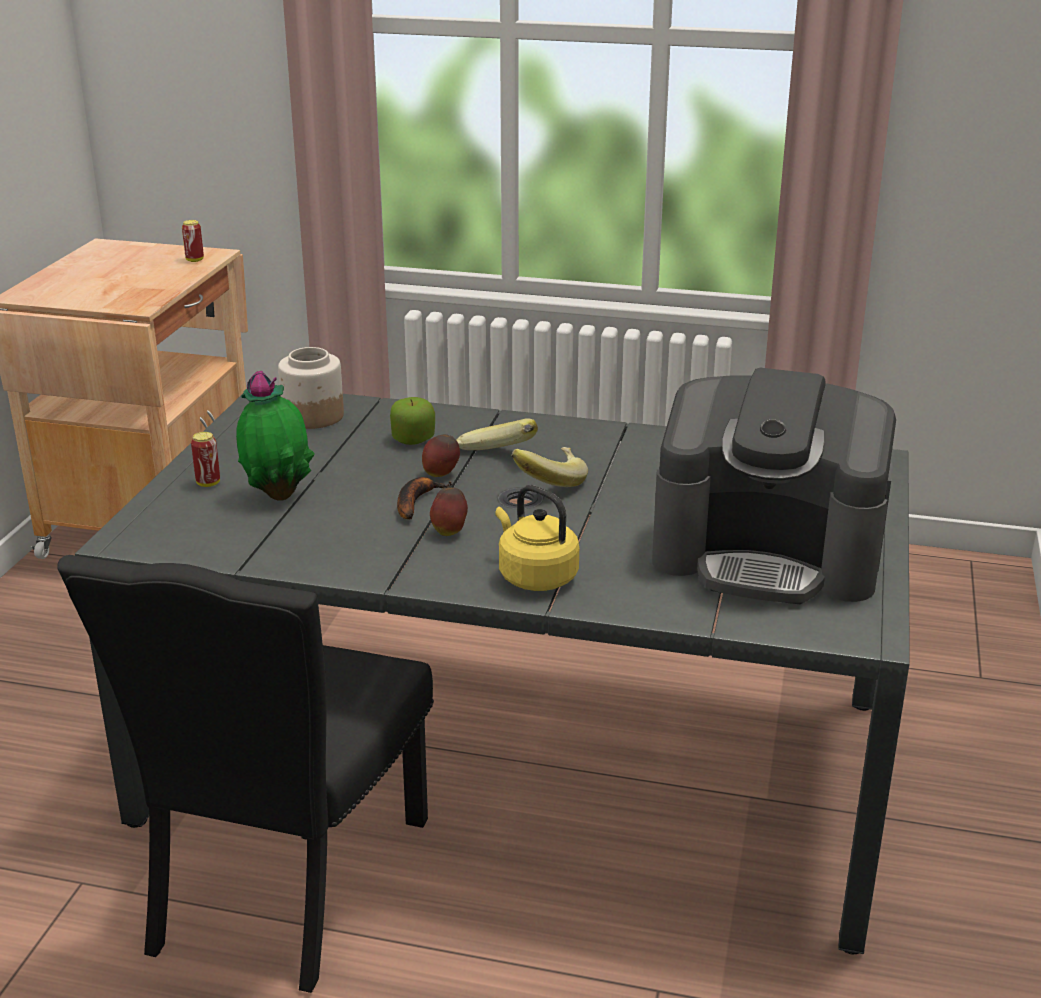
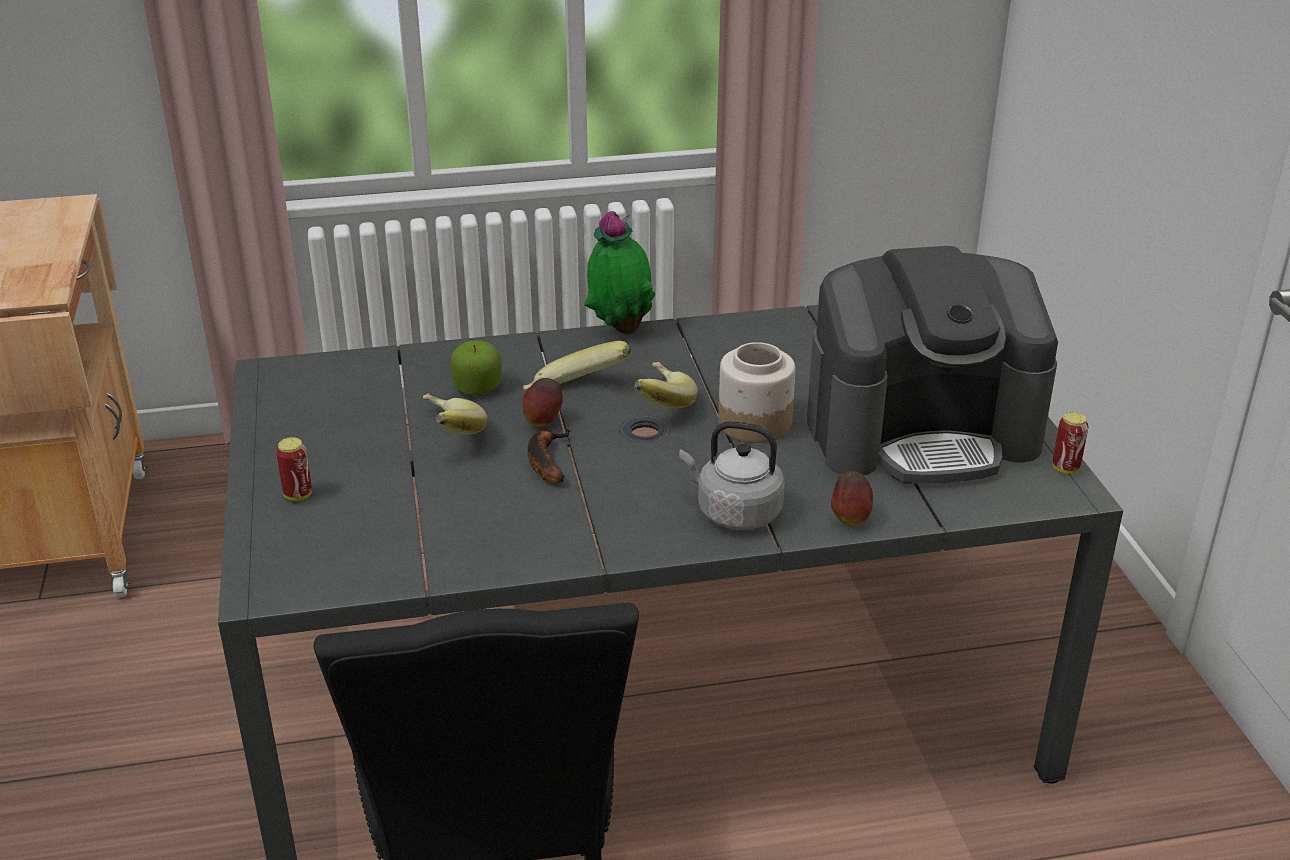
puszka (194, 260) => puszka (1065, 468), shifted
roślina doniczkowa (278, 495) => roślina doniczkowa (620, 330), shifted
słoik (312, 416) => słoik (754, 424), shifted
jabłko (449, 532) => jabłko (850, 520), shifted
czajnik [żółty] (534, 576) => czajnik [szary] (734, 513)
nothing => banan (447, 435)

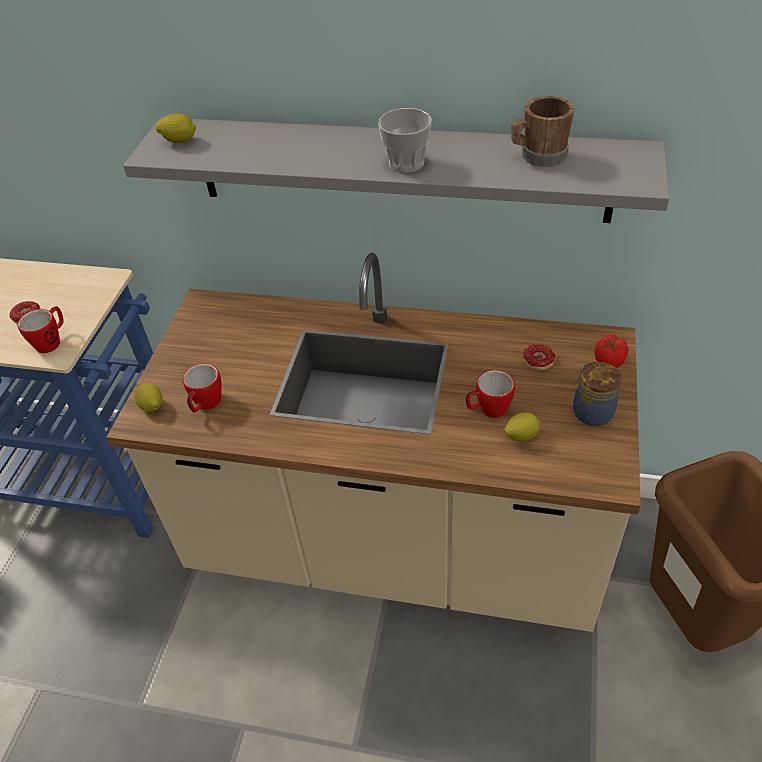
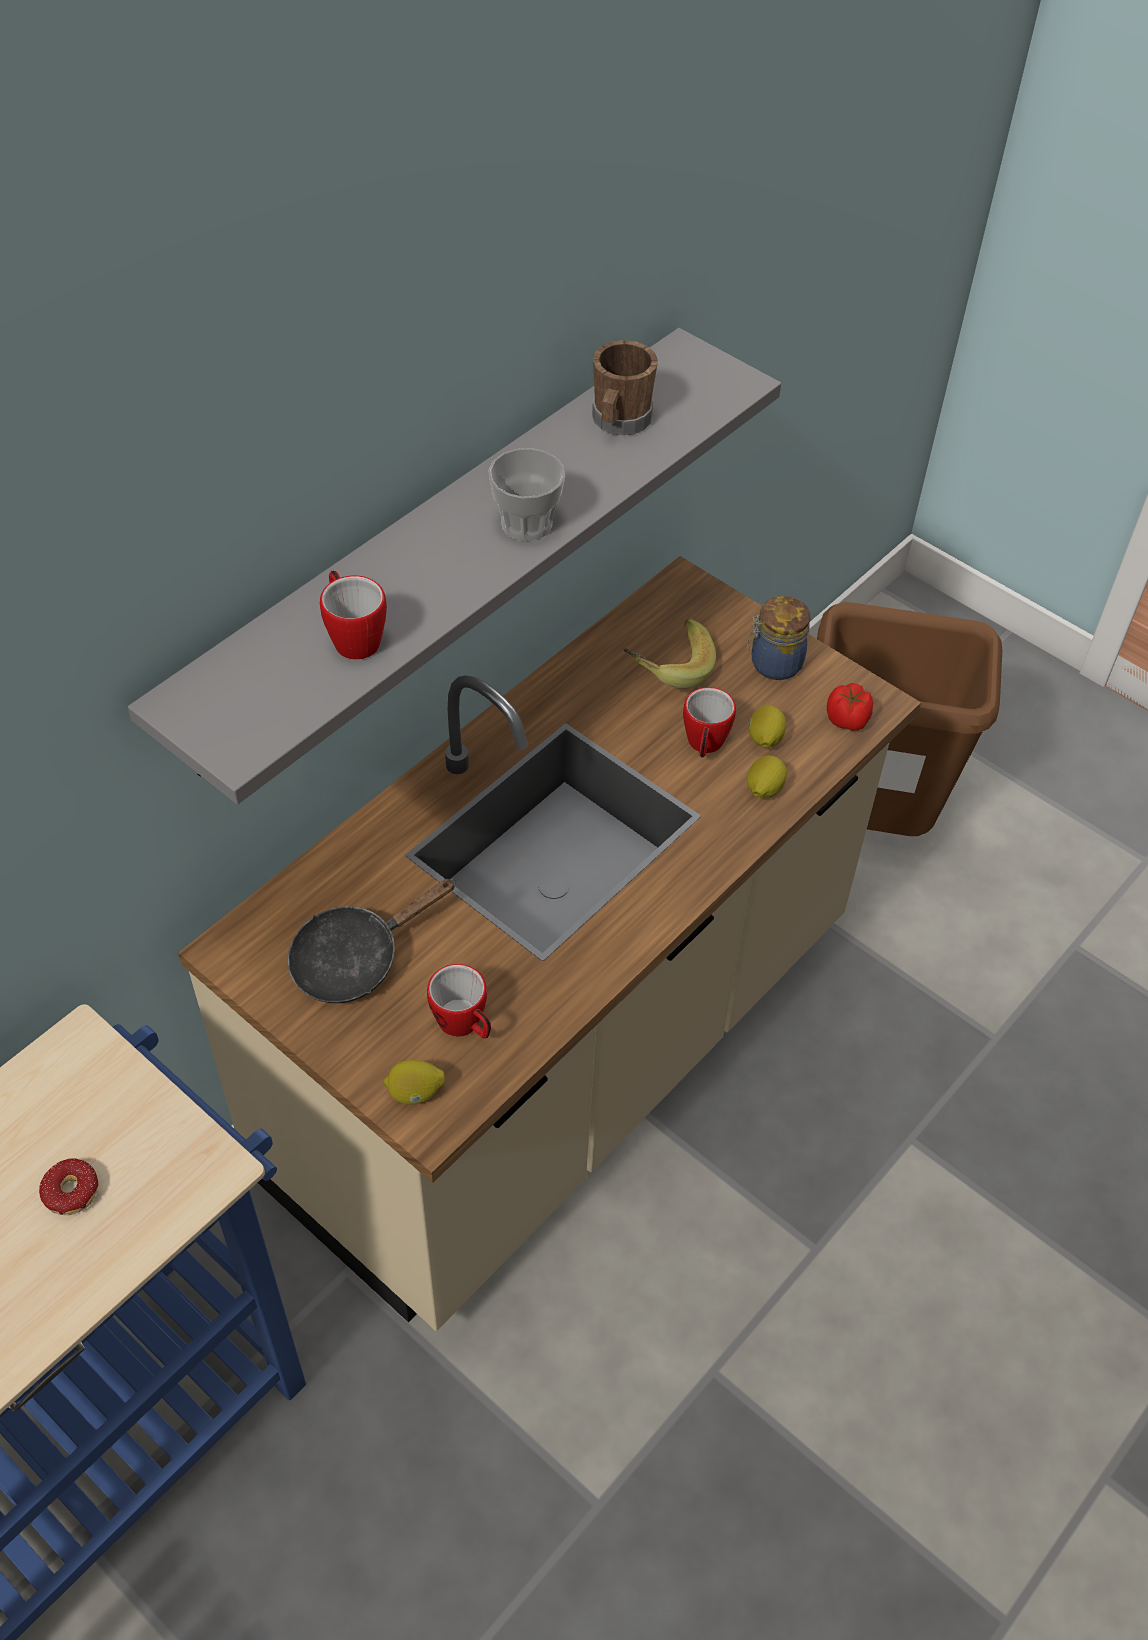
kubek (52, 341) => kubek (353, 636), shifted
cytryna (180, 141) => cytryna (763, 789), shifted
donut (535, 364) => banan (666, 667)
pomidor (608, 361) => pomidor (847, 720), shifted
nothing => patelnia [czarny] (355, 959)

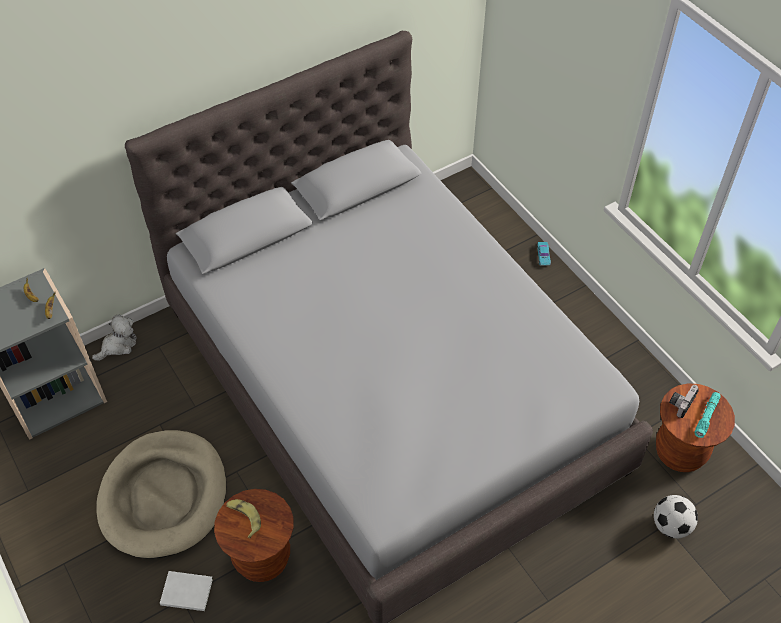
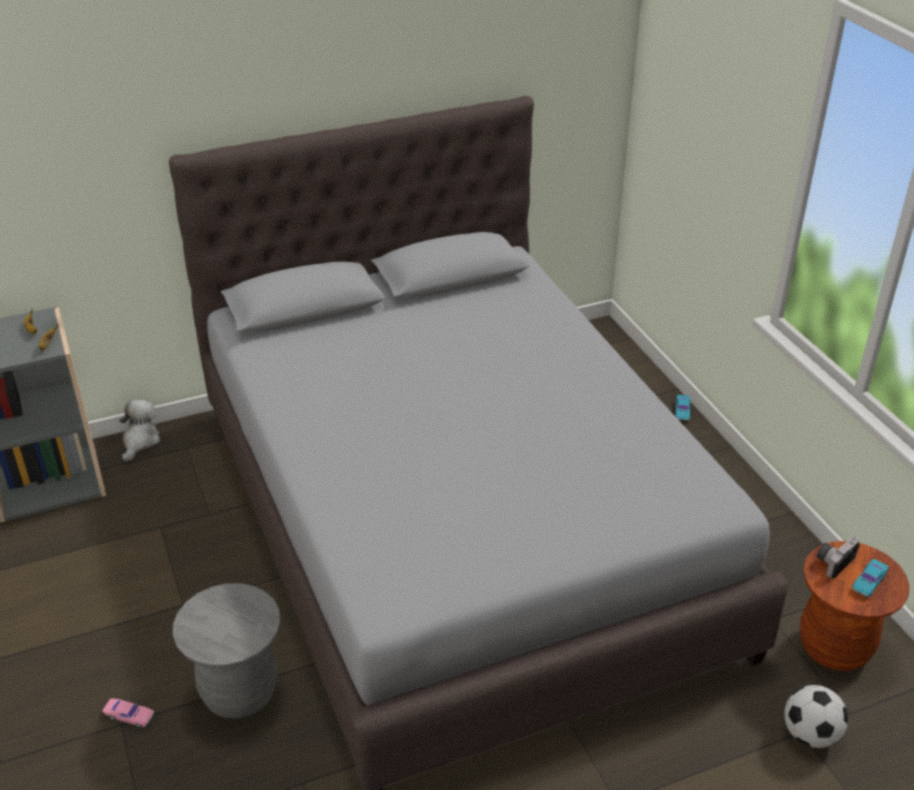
pluszak (118, 345) => pluszak (140, 441), 45 degrees counterclockwise
legowisko [beżowy] (164, 496) => nothing
książka [biały] (185, 591) => samochodzik [różowy] (129, 715)
stołek [brązowy] (262, 558) => stołek [szary] (239, 692)
banan (244, 518) => nothing
latarka [turkusowy] (706, 417) => samochodzik [turkusowy] (869, 581)

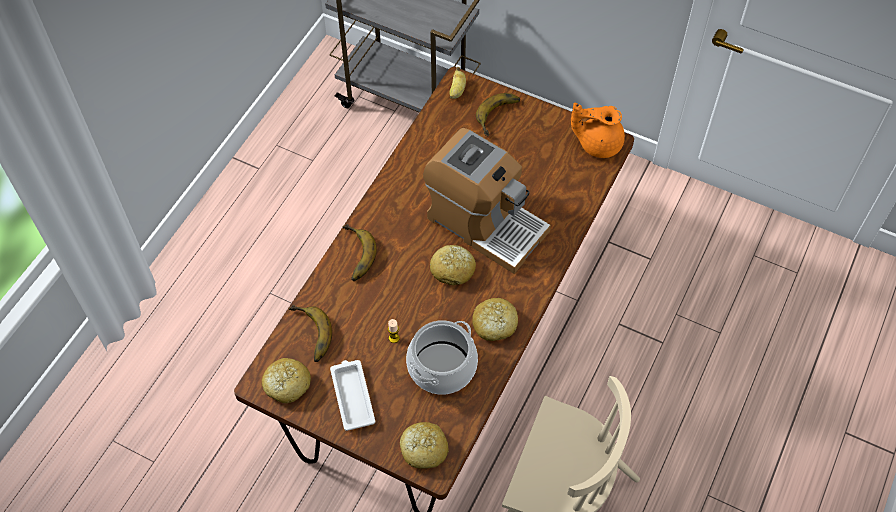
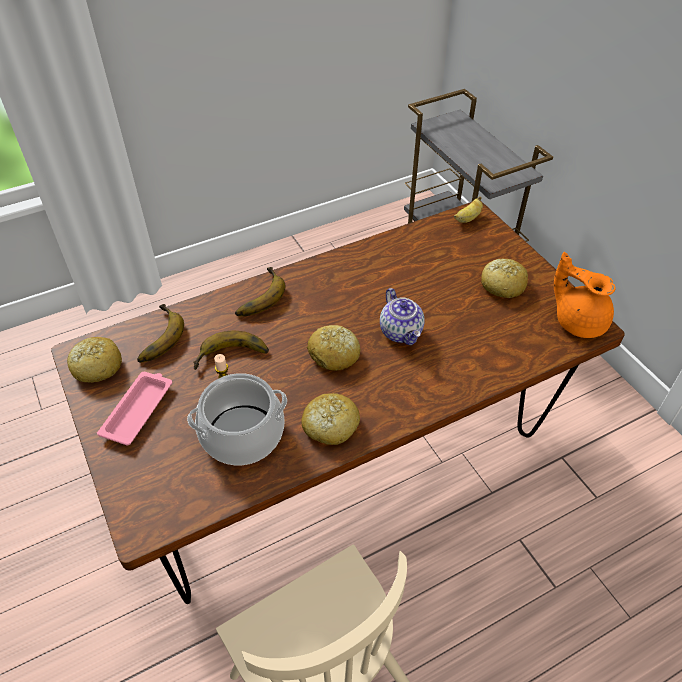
taca [biały] (352, 396) => taca [różowy] (138, 410)
chleb (423, 449) => chleb (502, 285), shifted
ekspres do kawy (485, 223) => imbryk (401, 332)
banan (500, 116) => banan (232, 358), shifted

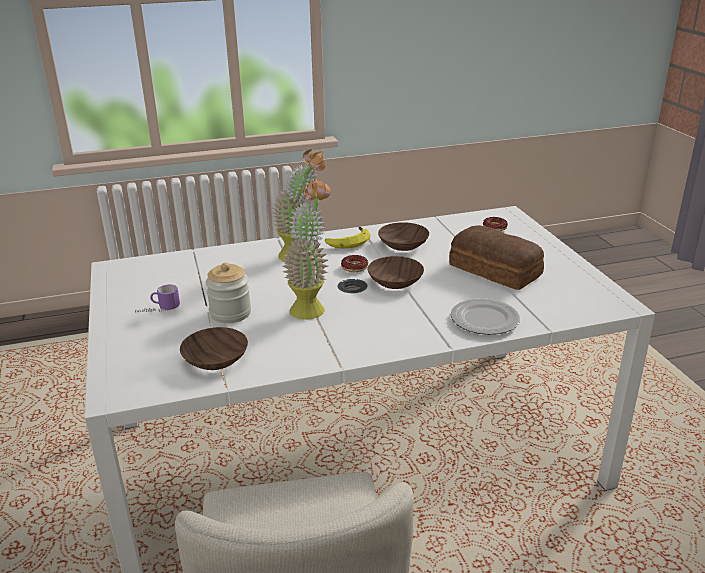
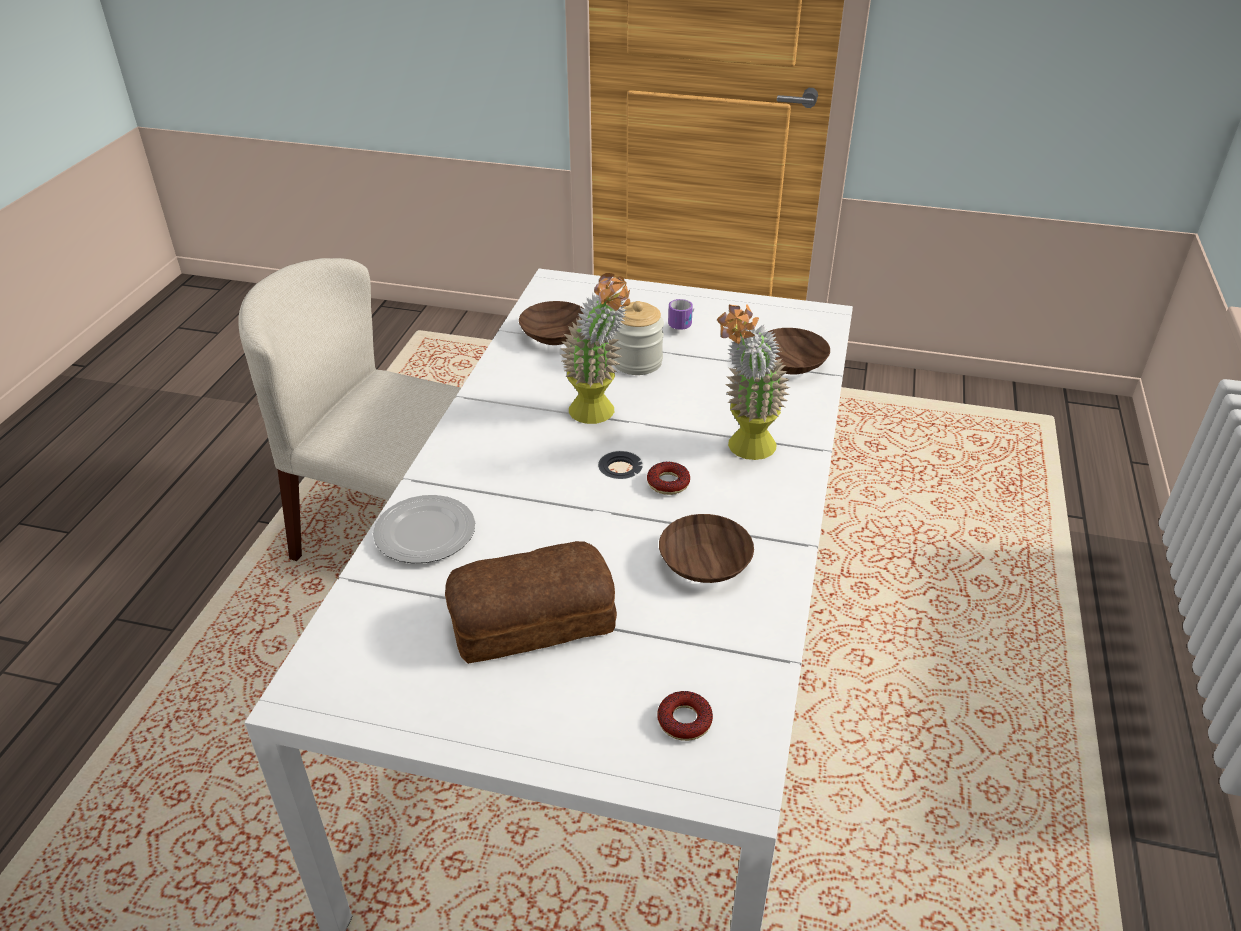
banan (347, 242) => nothing
miska [brązowy] (395, 281) => miska [brązowy] (792, 364), shifted

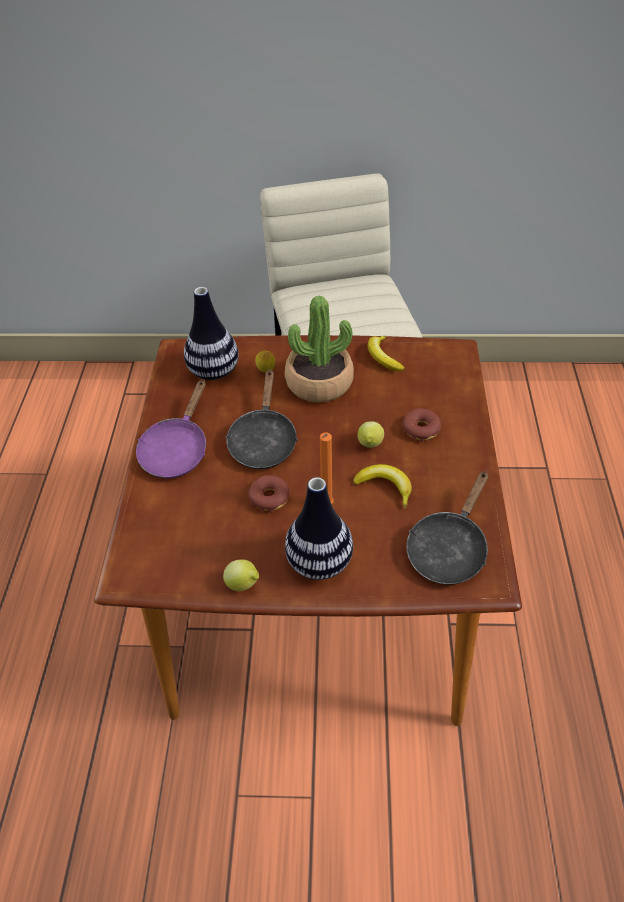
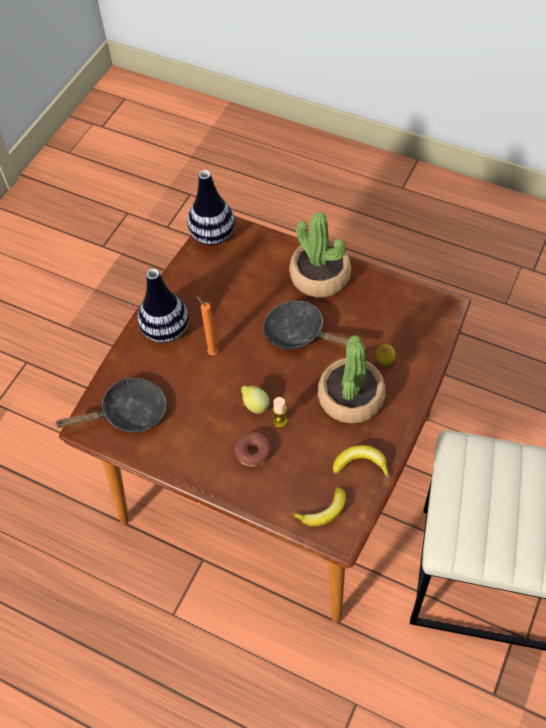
patelnia [fioletowy] (177, 450) => roślina doniczkowa (320, 276)
wazon (213, 371) => wazon (213, 235), shifted
cytryna (243, 585) => nothing
donut (269, 497) => nothing
banan (385, 487) => banan (323, 511), shifted
patelnia [czarny] (449, 548) => patelnia [czarny] (128, 413), 105 degrees clockwise
nothing => świeca (280, 421)

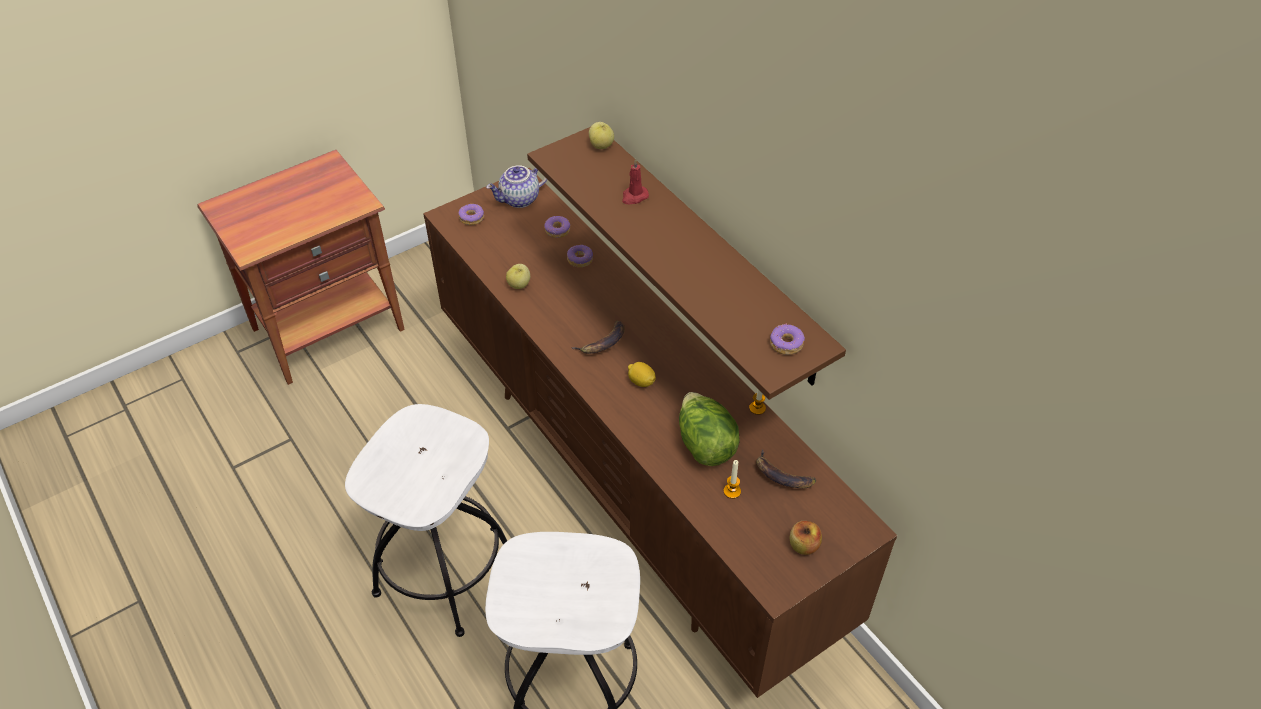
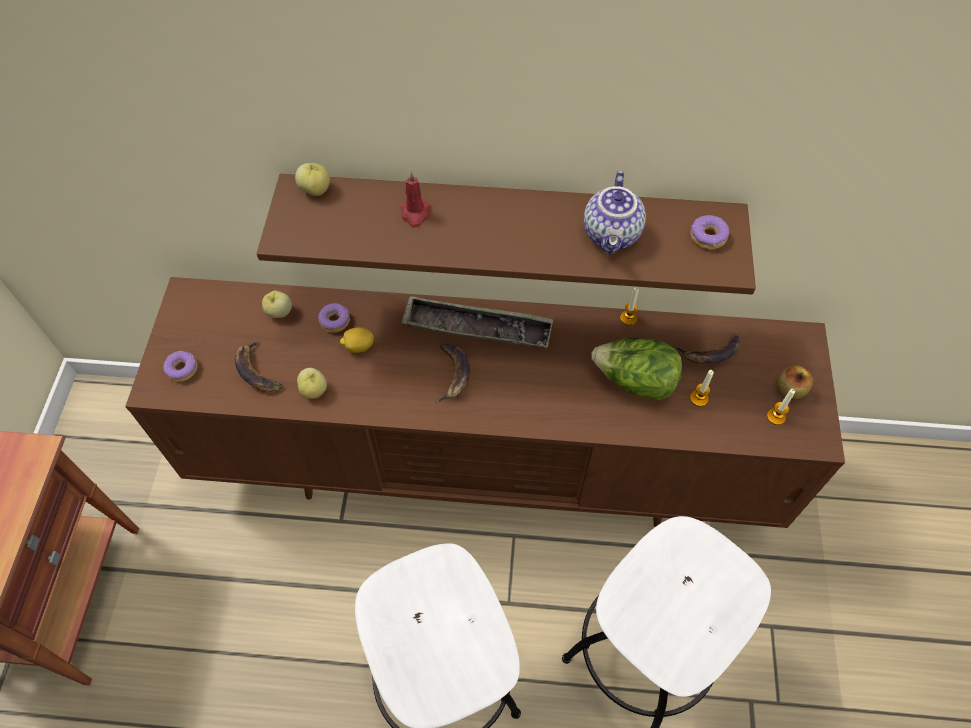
imbryk (520, 200) => imbryk (613, 235), shifted
donut (557, 230) => jabłko (279, 312)
cytryna (641, 381) => cytryna (358, 346), shifted
nothing => banan (257, 371)
nothing => taca (477, 328)
nothing => świeca (776, 416)

